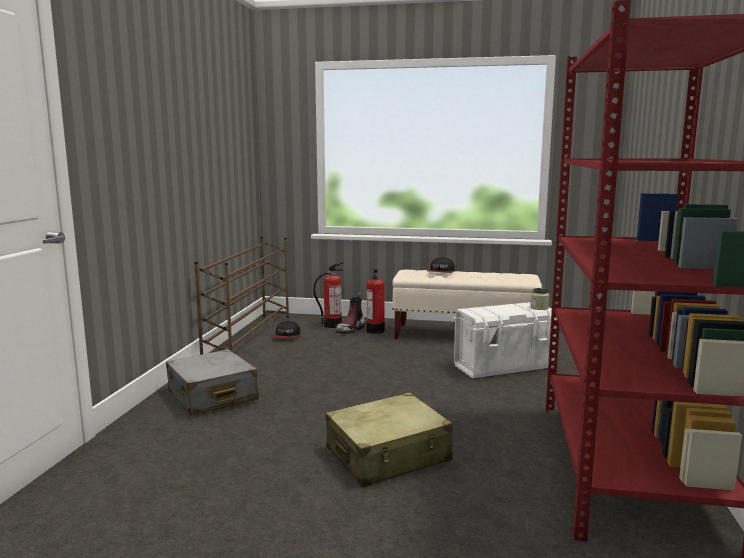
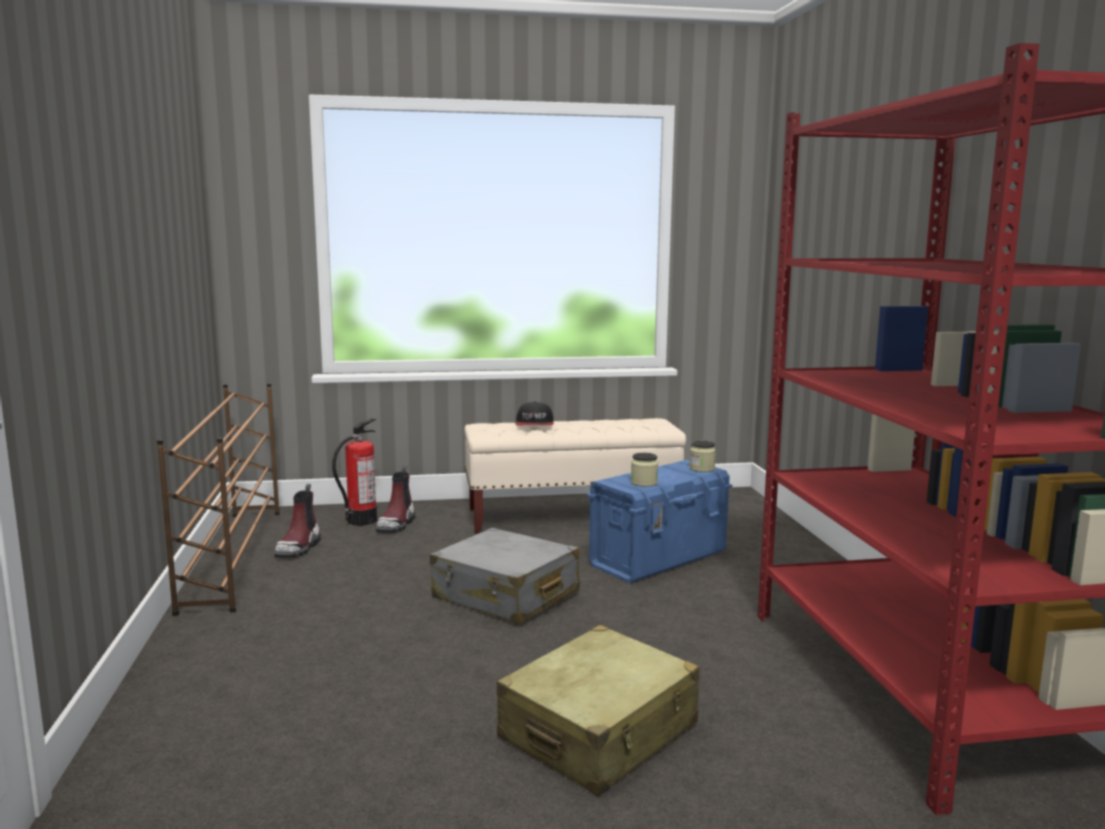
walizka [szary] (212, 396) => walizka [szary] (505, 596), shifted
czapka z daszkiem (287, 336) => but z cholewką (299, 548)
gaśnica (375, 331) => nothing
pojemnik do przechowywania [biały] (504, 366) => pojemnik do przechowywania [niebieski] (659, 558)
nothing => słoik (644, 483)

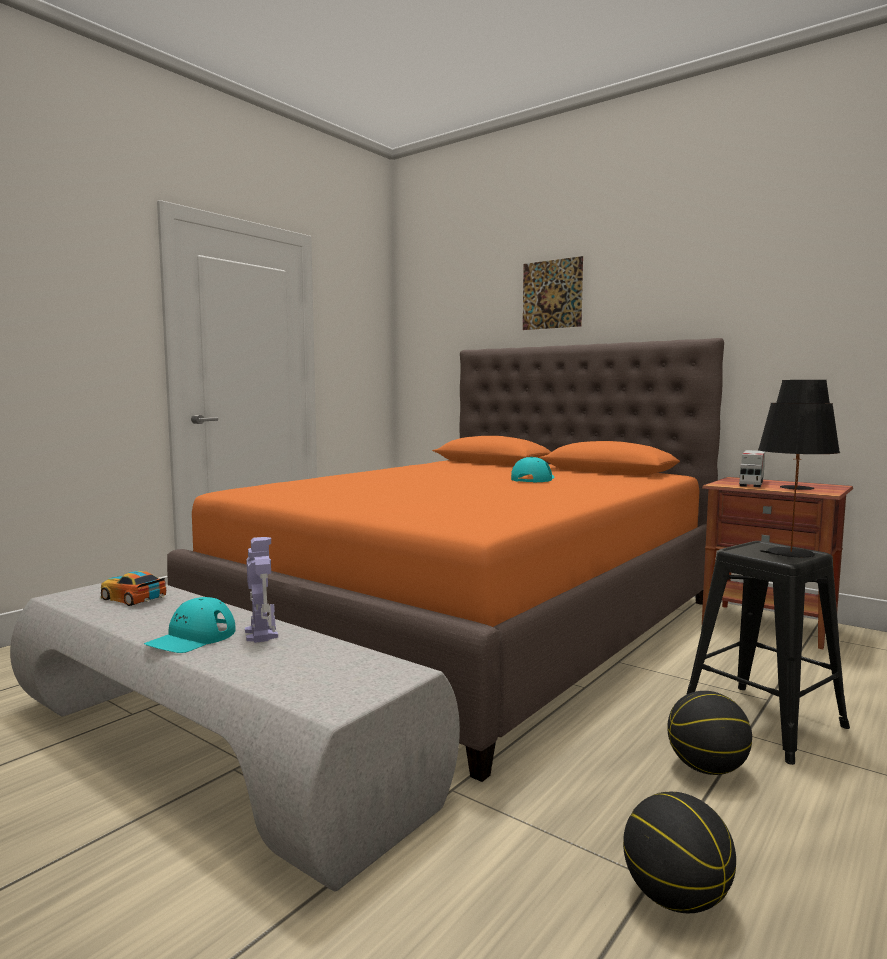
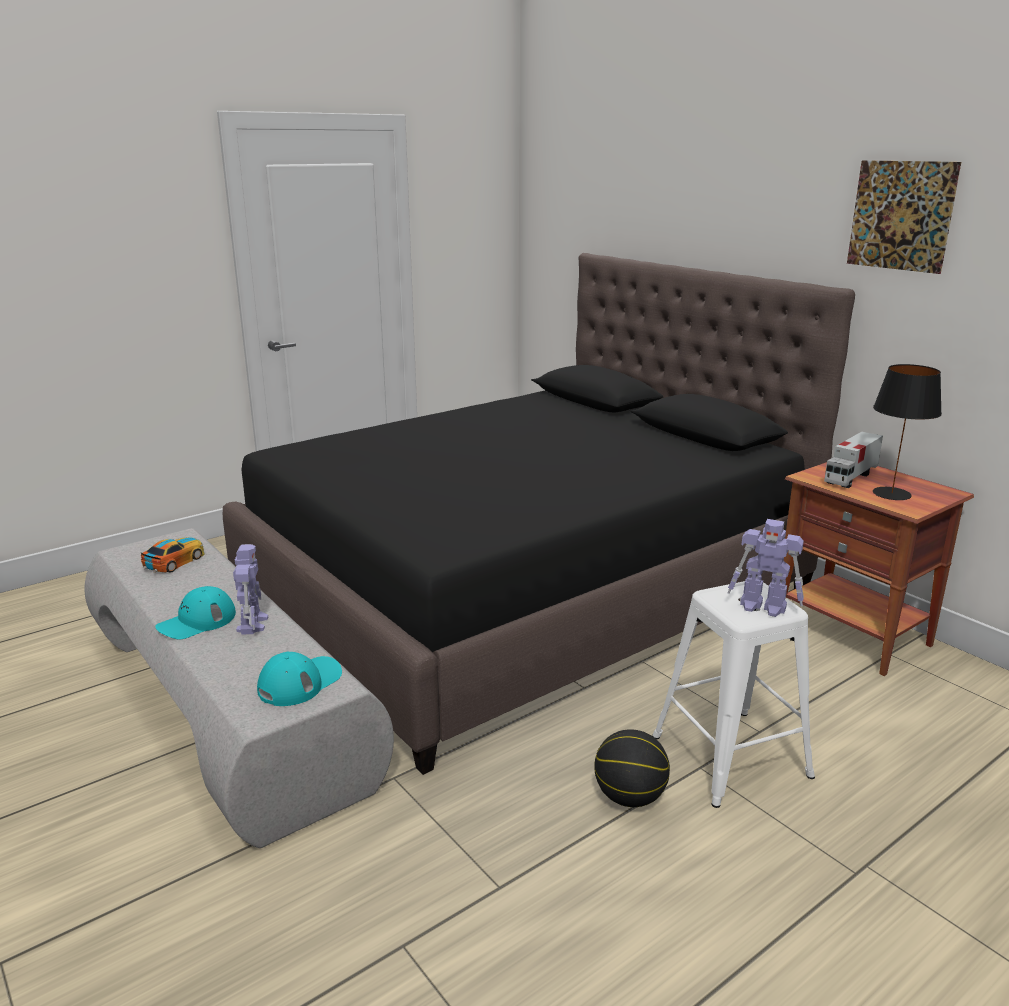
samochodzik (132, 598) => samochodzik (175, 561), 75 degrees clockwise
łóżko [pomarańczowy] (471, 625) => łóżko [czarny] (525, 592)
czapka z daszkiem [turkusowy] (533, 479) => czapka z daszkiem [turkusowy] (300, 682), shifted
obraz (552, 294) => obraz (901, 215), shifted
piłka do koszykówki (675, 899) => nothing
stołek [czarny] (765, 721) => stołek [biały] (733, 756)
lampa stołowa [czarny] (791, 552) => robot zabawkowy (764, 607)

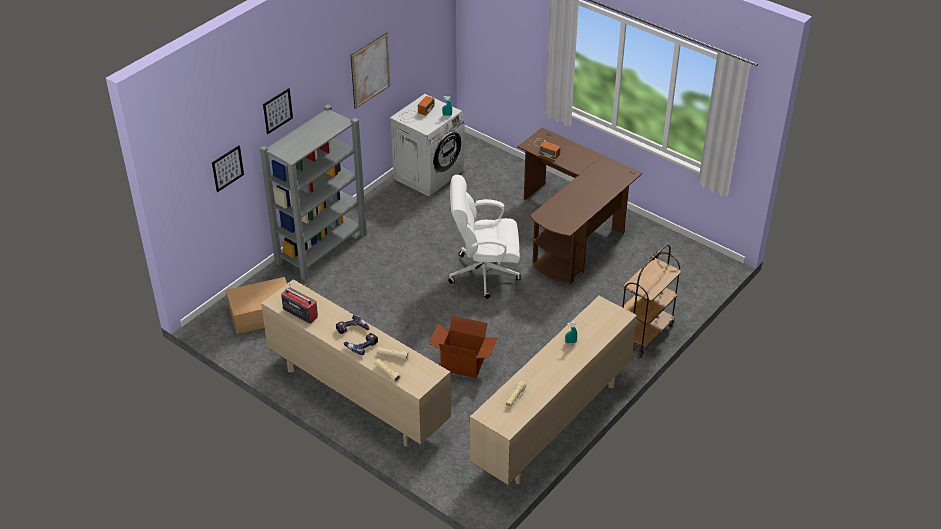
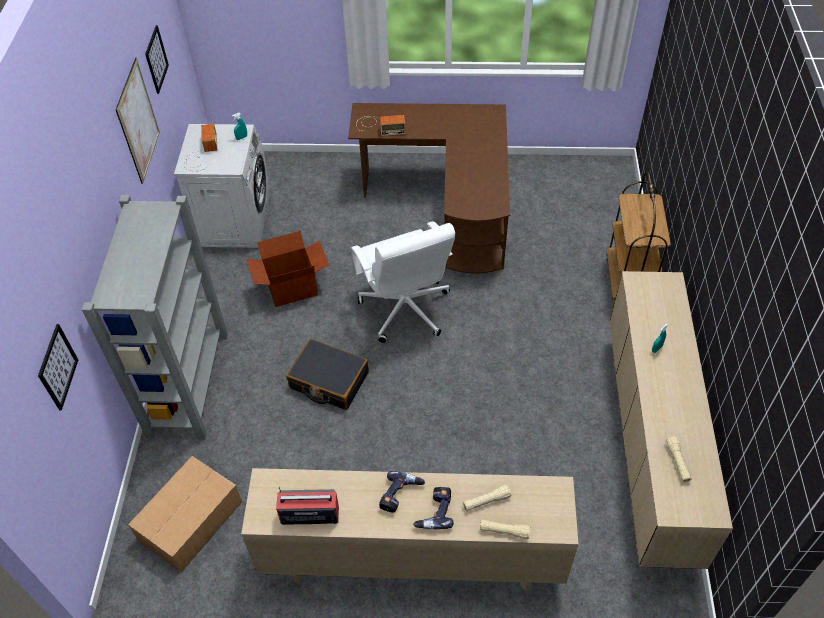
obraz (277, 111) => obraz (156, 59), shifted
karton (463, 363) => karton (292, 287), shifted
krzesło biurowe [biały] (484, 273) => krzesło biurowe [biały] (405, 307), 75 degrees counterclockwise
nothing => walizka [czarny] (329, 381)

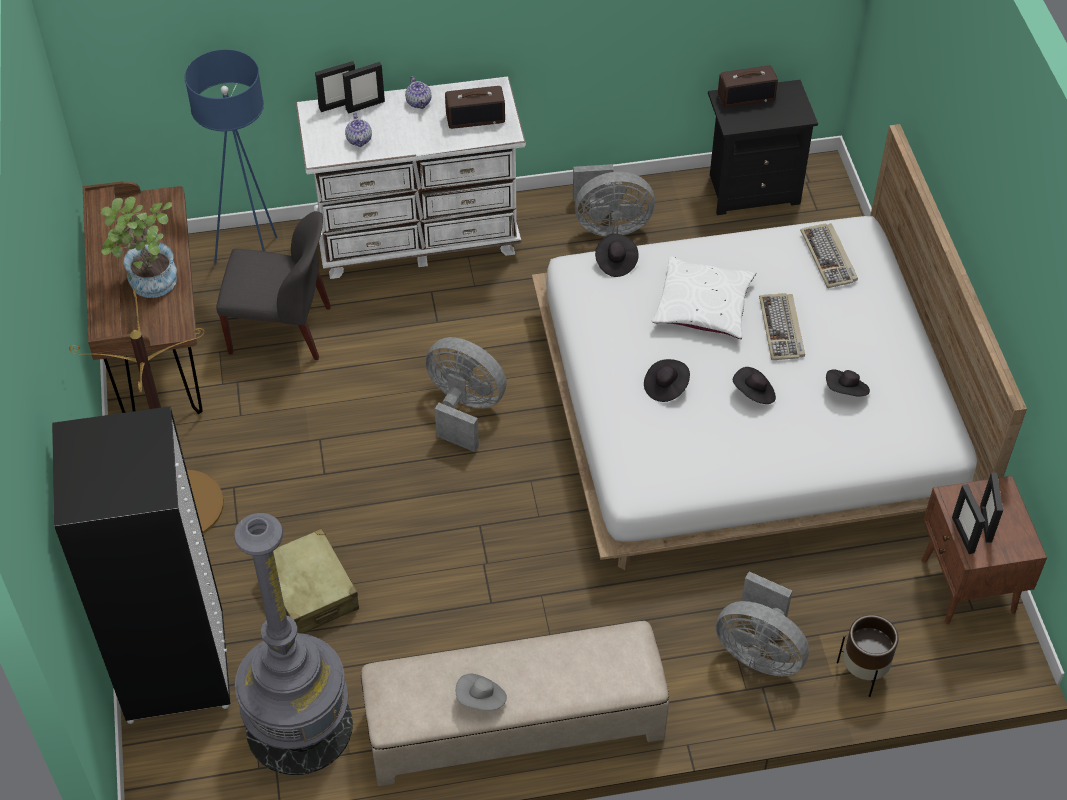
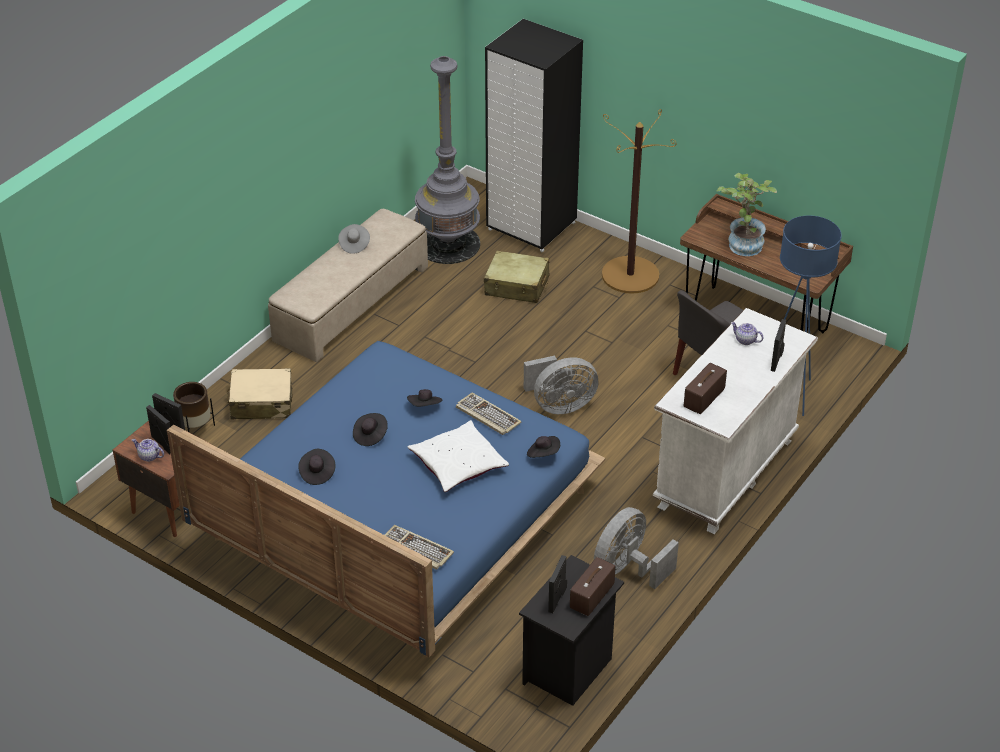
ramka na zdjęcie (338, 104) => ramka na zdjęcie (557, 599), shifted
imbryk (419, 102) => imbryk (149, 456), shifted
łóżko [biały] (746, 410) => łóżko [niebieski] (400, 515)
wentylator [szary] (759, 652) => walizka [beżowy] (261, 403)
klawiatura (782, 329) => klawiatura (487, 416), shifted

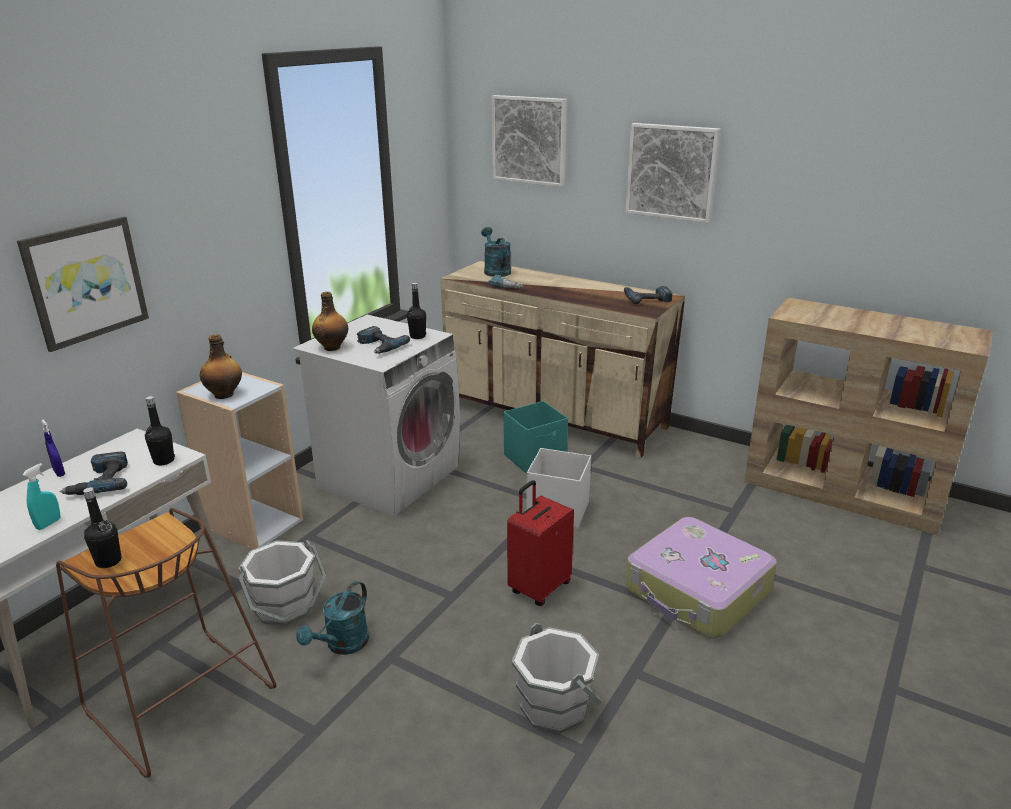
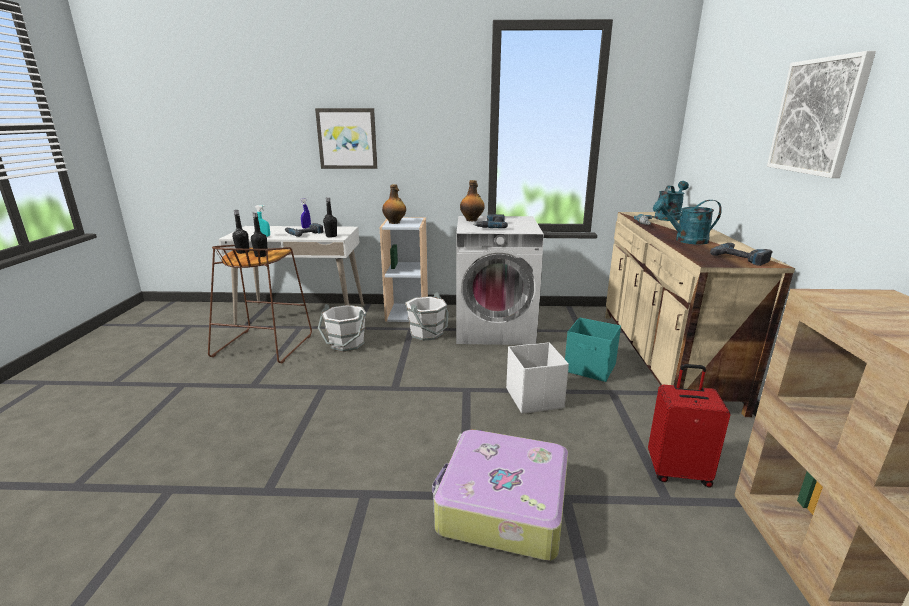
konewka [turkusowy] (342, 645) => konewka [turkusowy] (685, 241), shifted
butelka [czarny] (417, 336) => butelka [czarny] (261, 255), shifted
obraz (529, 140) => nothing
walizka [czerwony] (538, 587) => walizka [czerwony] (678, 471), shifted
wiadro [biały] (555, 705) => wiadro [biały] (427, 333), shifted

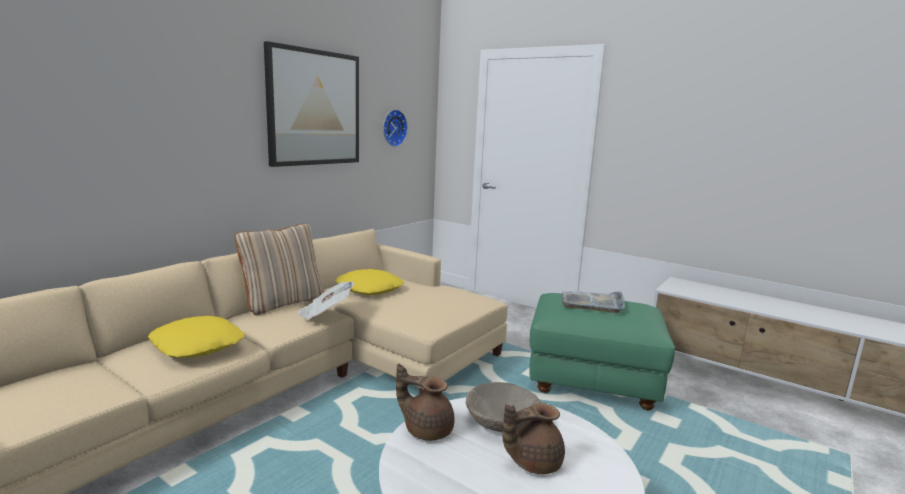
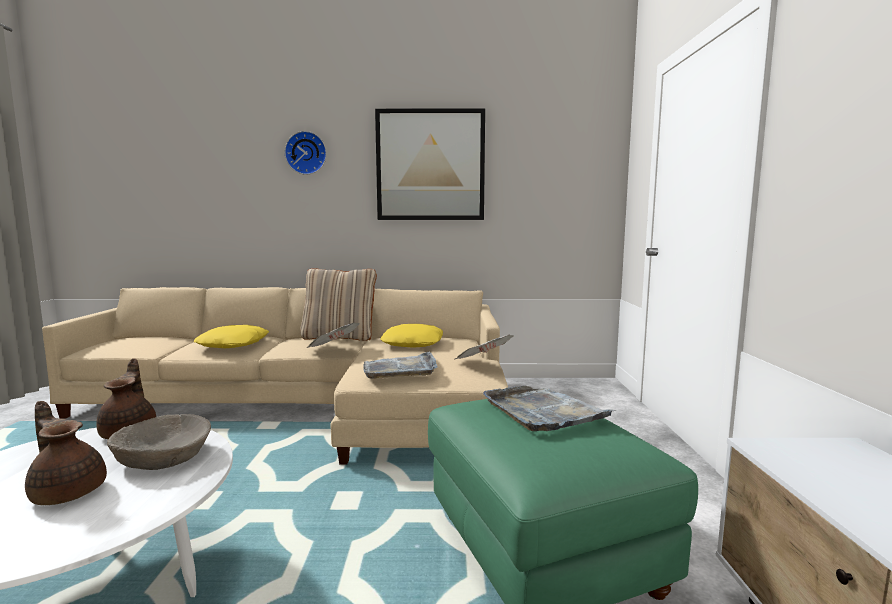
zegar ścienny (393, 128) => zegar ścienny (306, 153), shifted
nothing => taca [szary] (400, 369)
nothing => gazeta (483, 363)

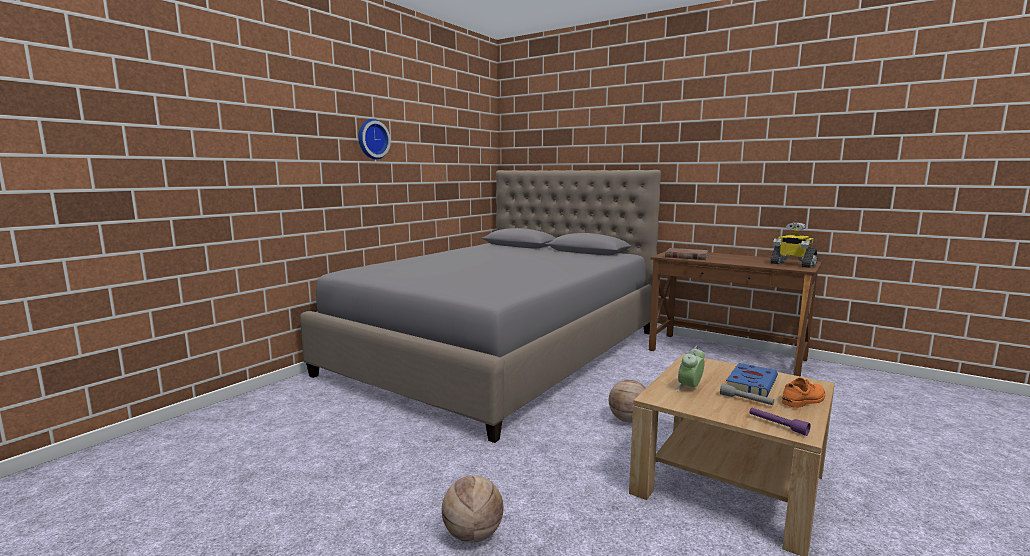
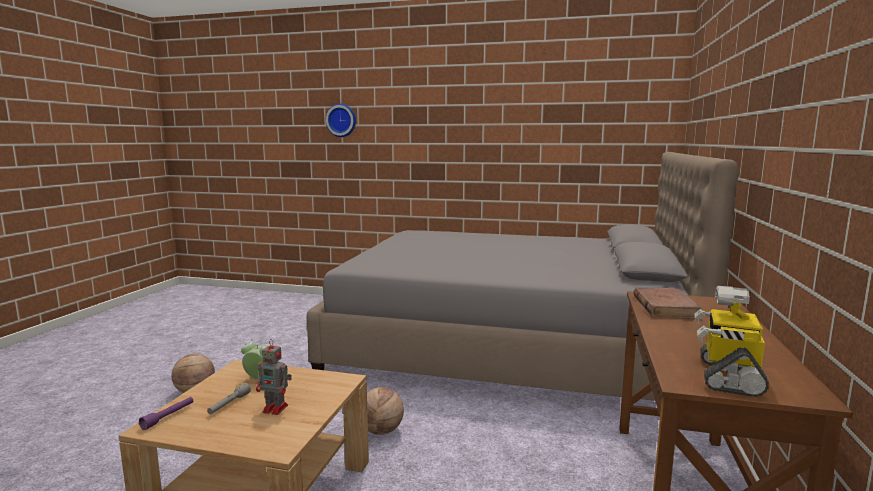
zegar ścienny (372, 139) => zegar ścienny (341, 120), shifted
książka [niebieski] (751, 383) => robot zabawkowy (276, 409)
but [pomarańczowy] (804, 400) => nothing

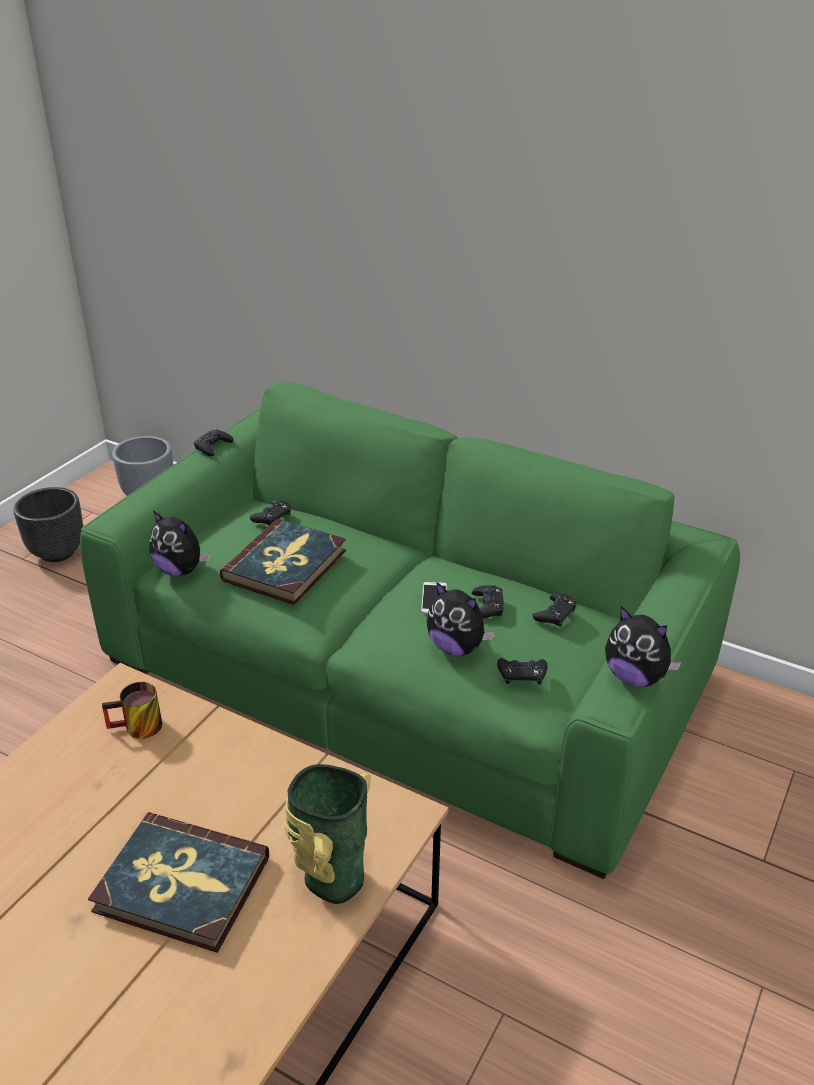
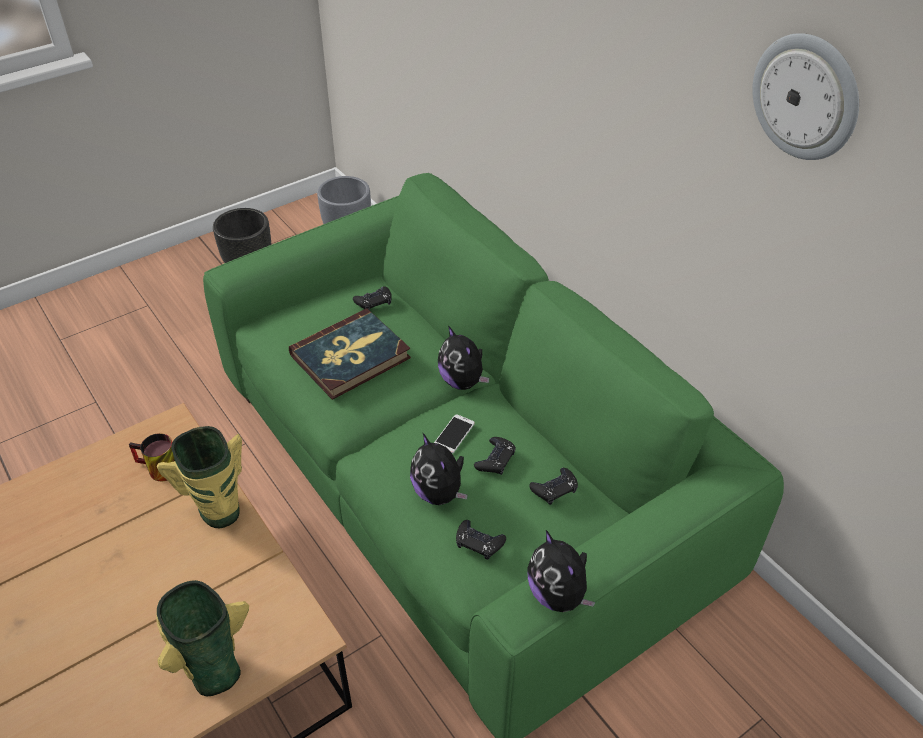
książka (182, 885) => nothing
pluszak (180, 570) => pluszak (463, 381), shifted
pad do gier [czarny] (213, 447) => nothing
nothing => wazon (220, 512)
nothing => zegar ścienny (806, 97)

